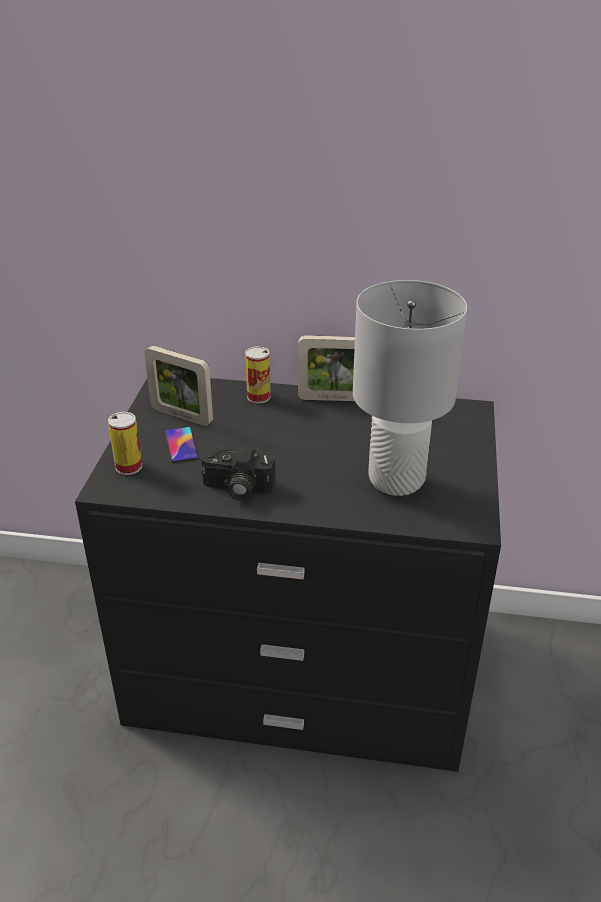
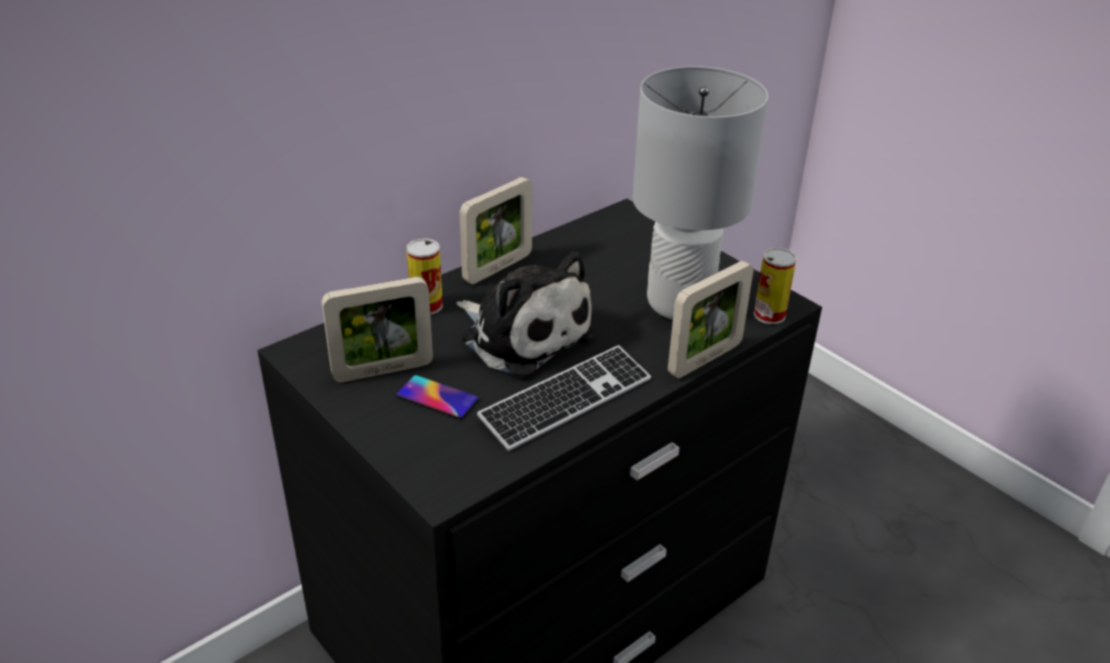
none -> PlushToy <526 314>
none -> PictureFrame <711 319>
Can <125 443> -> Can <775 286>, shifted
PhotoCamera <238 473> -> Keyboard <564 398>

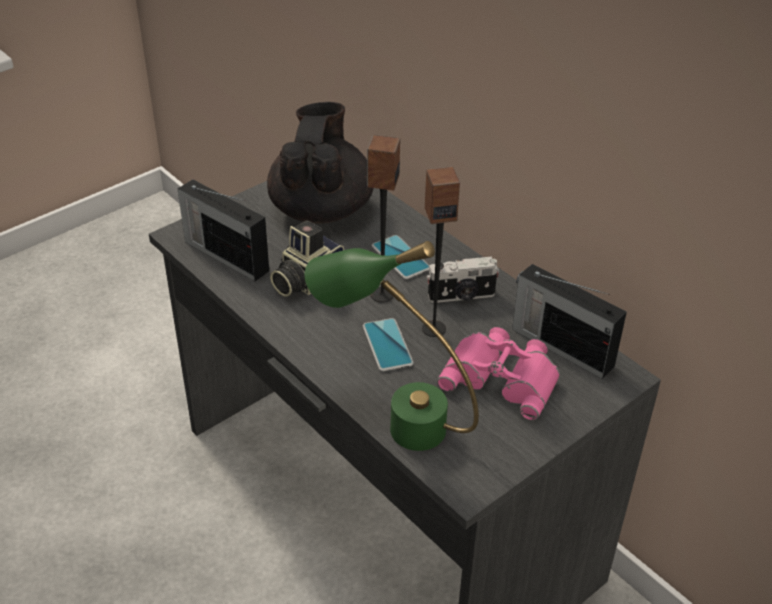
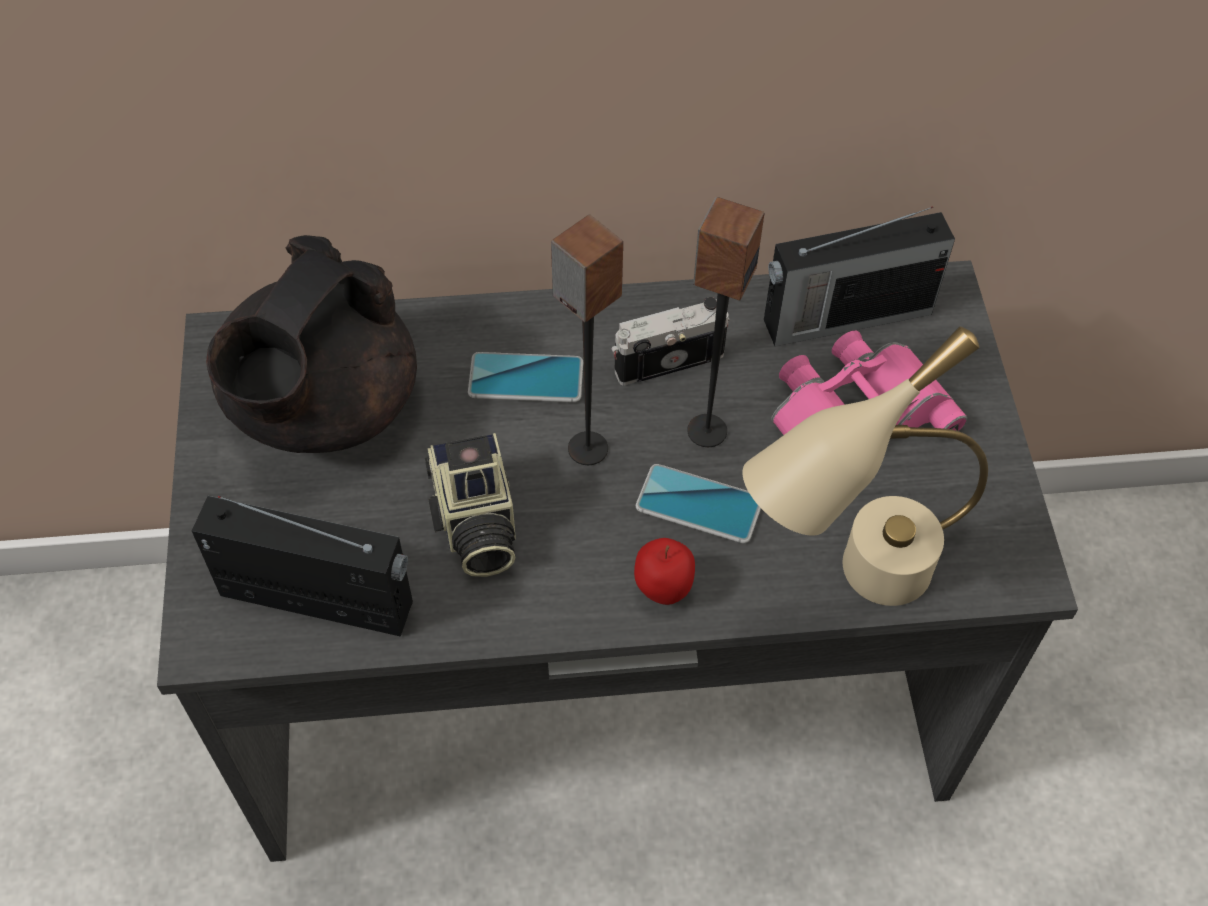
none -> Apple <664 571>
GreenTableLamp <392 346> -> BeigeTableLamp <865 466>
Radio <223 230> -> Radio <302 566>, 150 degrees counterclockwise
BlackTeapot <320 163> -> BlackTeapot <311 344>, 105 degrees counterclockwise
PhotoCamera <463 280> -> PhotoCamera <670 341>, 135 degrees counterclockwise

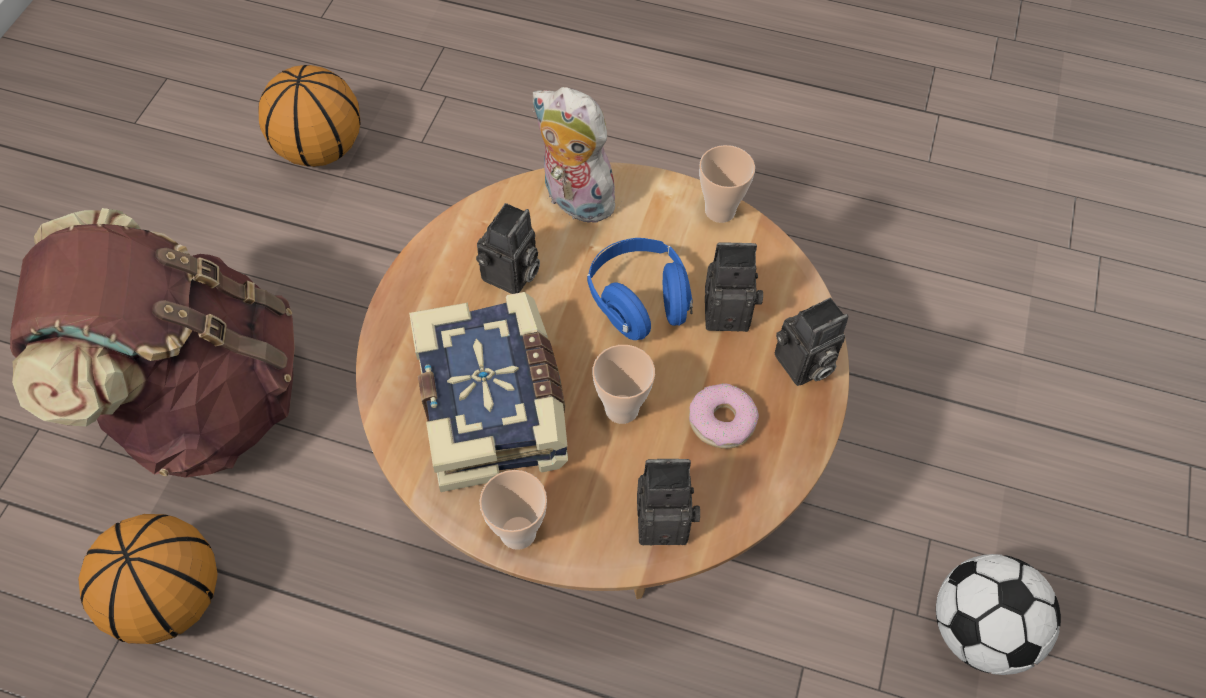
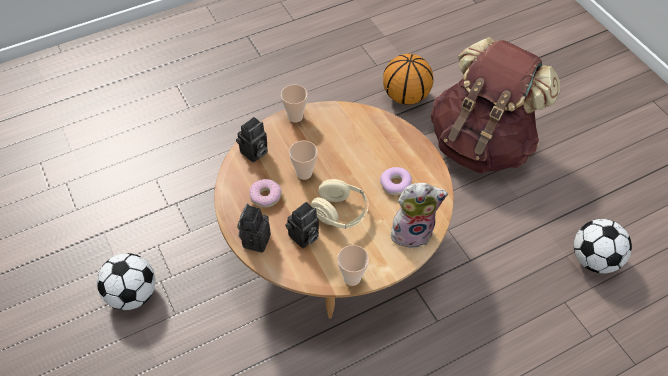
Book <488 392> -> none
Basketball <309 116> -> Football <603 246>
PhotoCamera <508 248> -> Donut <396 181>
BlueHeadphones <640 289> -> BeigeHeadphones <340 204>

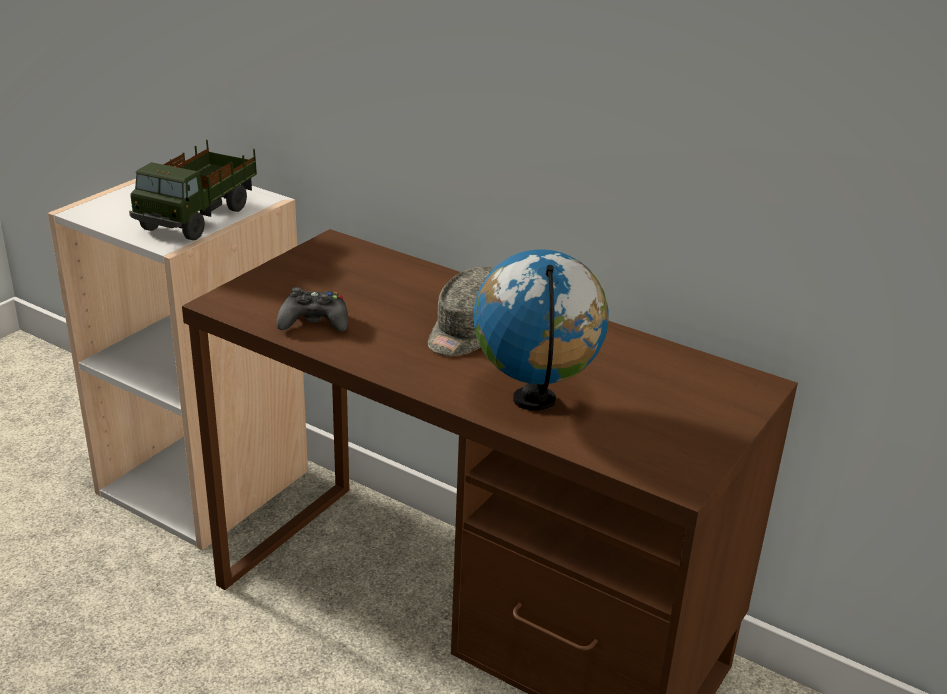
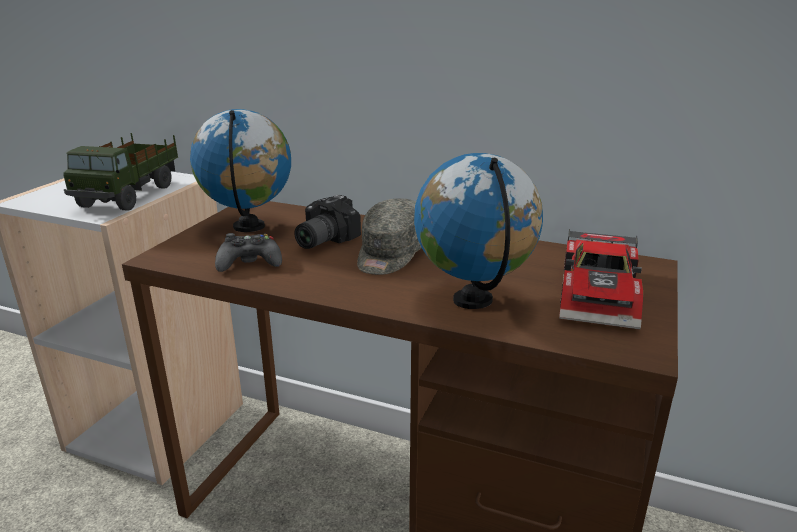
none -> Globe <240 170>
none -> PhotoCamera <327 222>
none -> ToyCar <601 279>

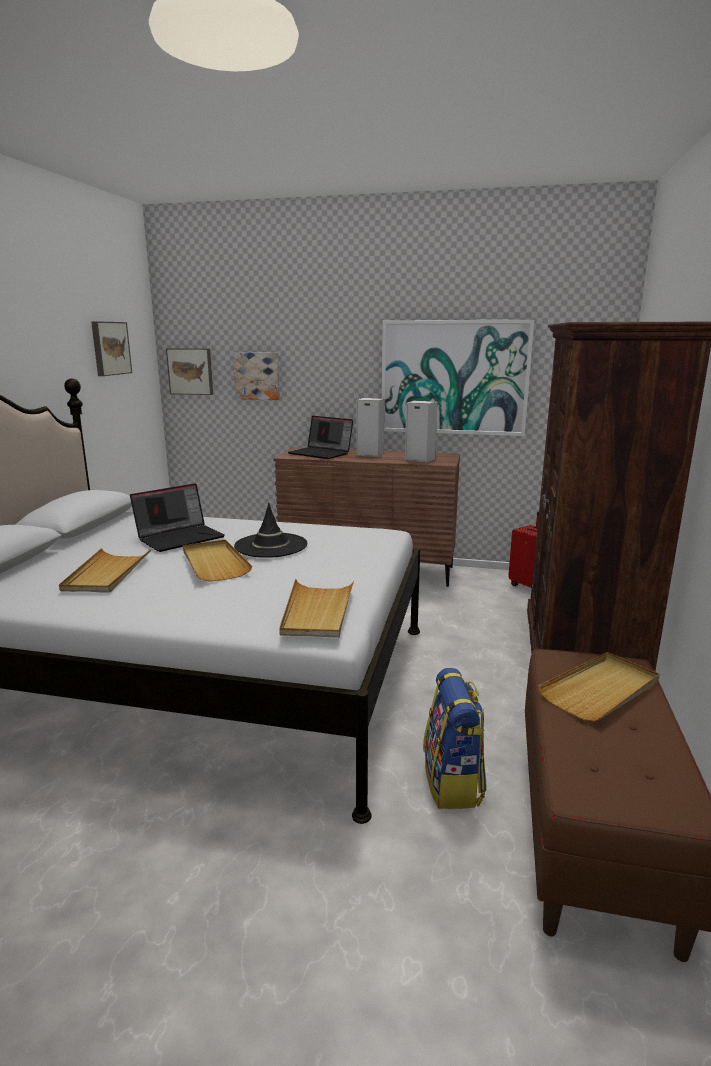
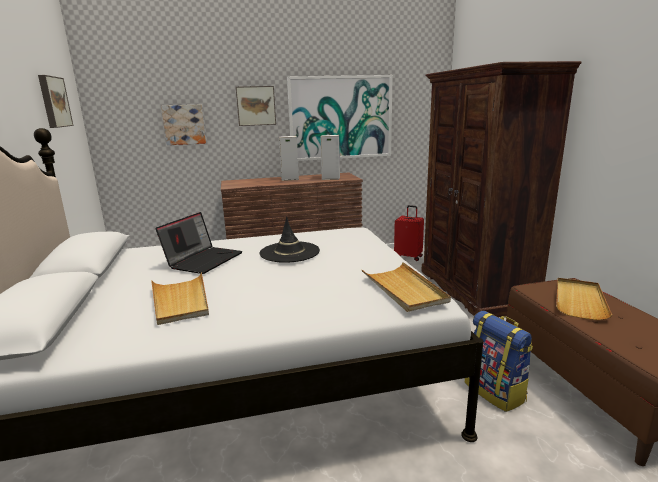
BeigeTray <217 561> -> none
Laptop <320 437> -> none
Picture <189 371> -> Picture <256 106>, shifted

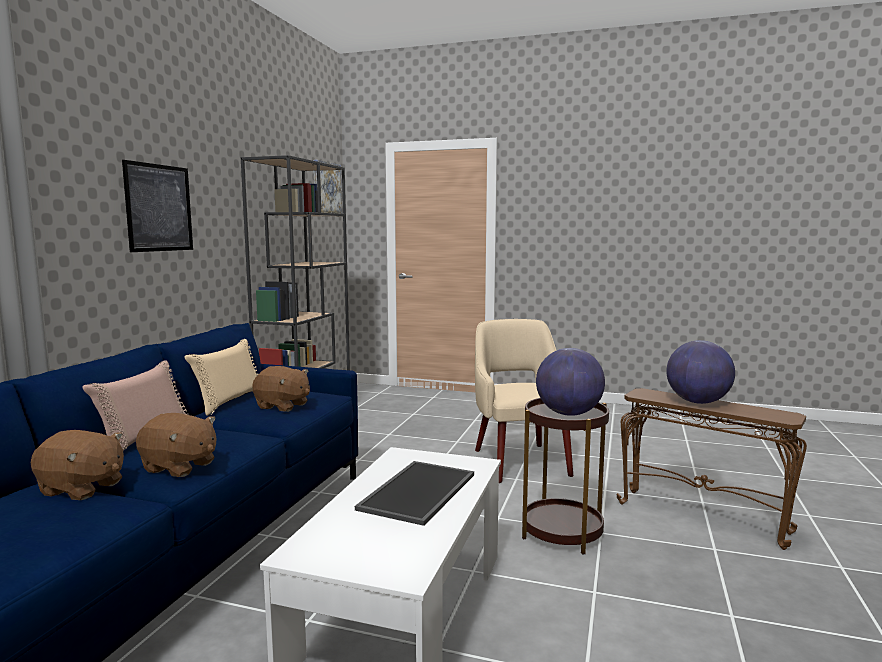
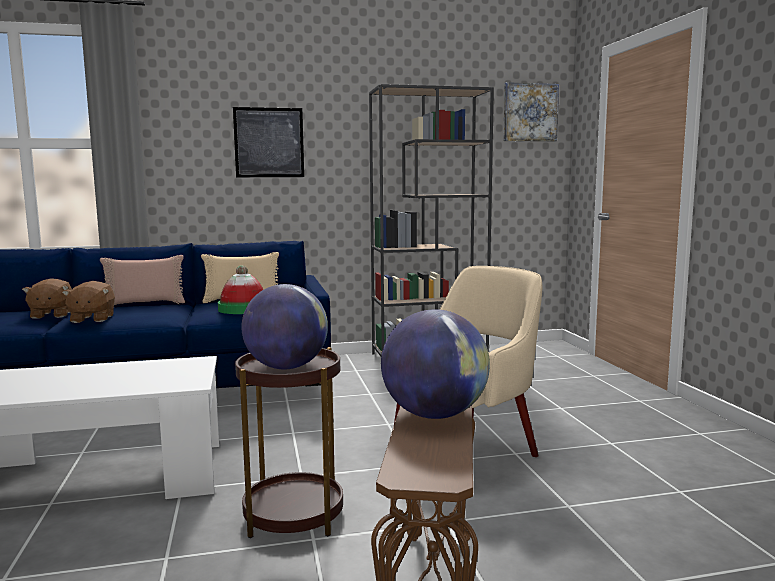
Tray <414 493> -> none
BrownPlushToy <281 389> -> Hat <240 289>

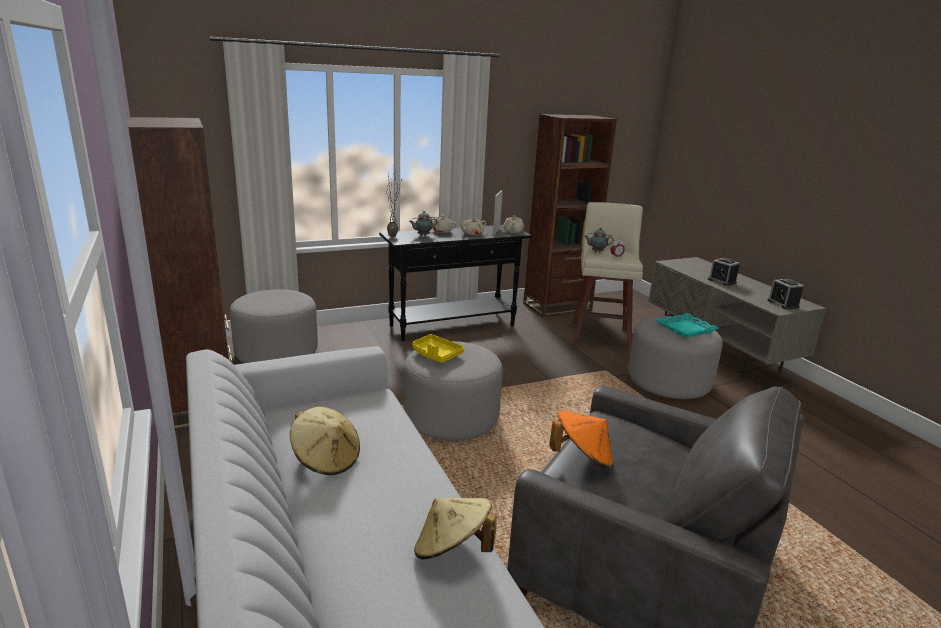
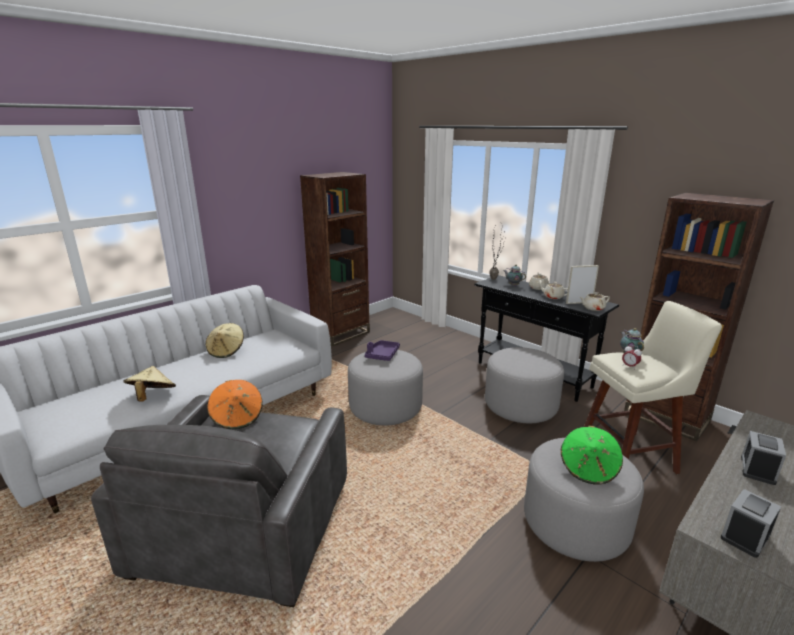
GreyOttoman <274 326> -> GreyOttoman <524 385>, shifted
TurquoiseTray <687 325> -> GreenHat <592 455>
YellowTray <438 348> -> PurpleTray <382 350>

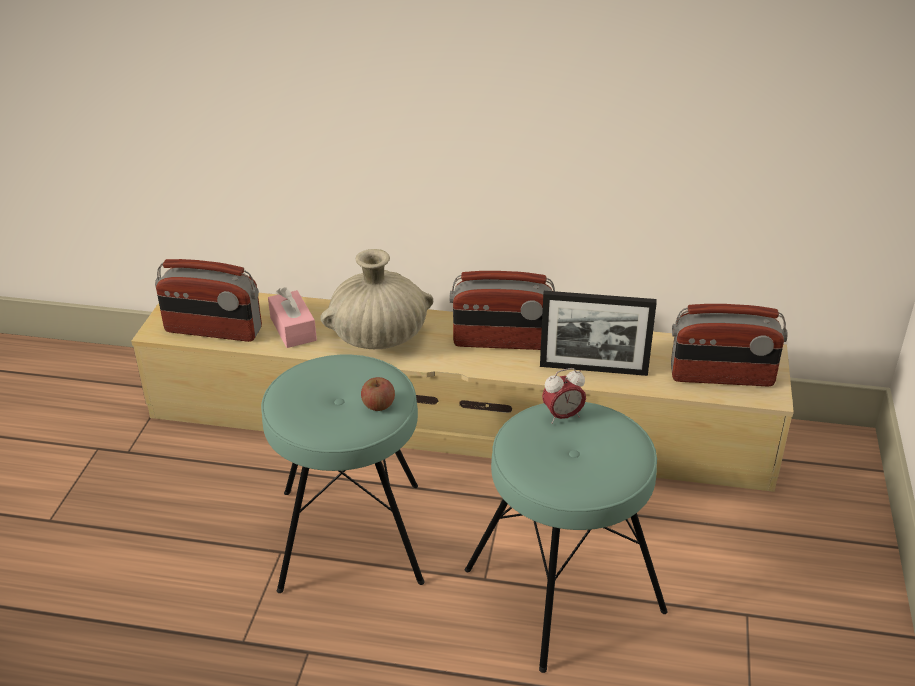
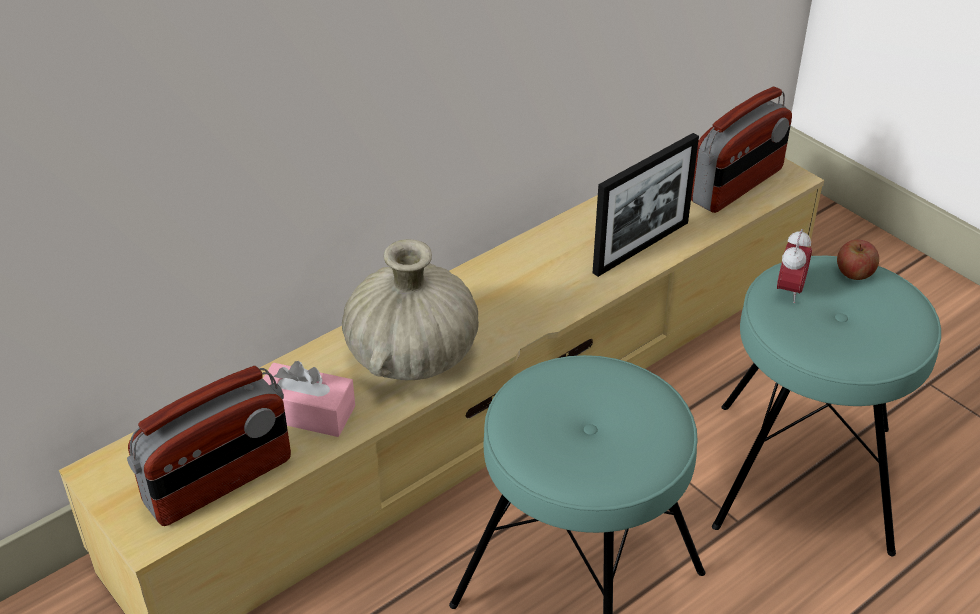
Radio <502 310> -> none
Apple <378 394> -> Apple <858 260>, shifted

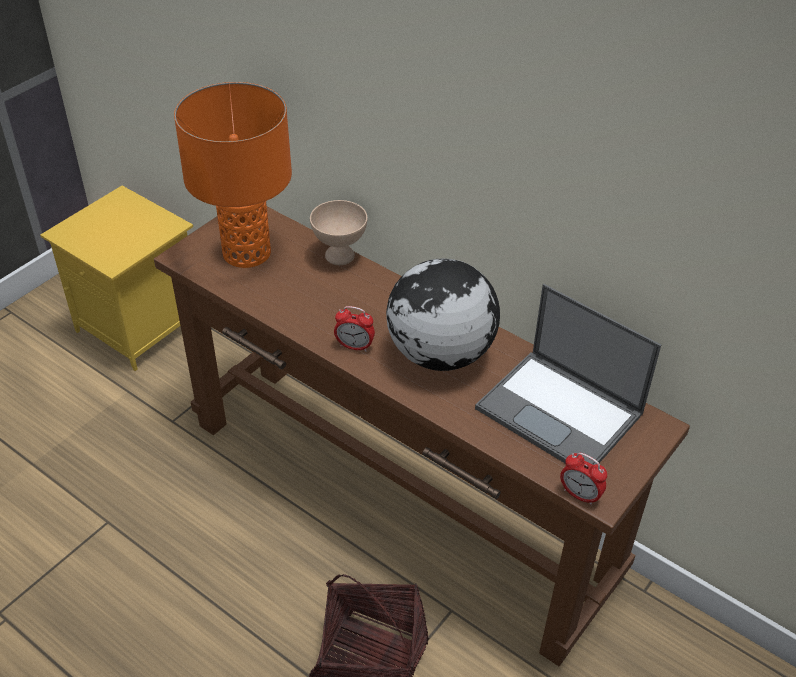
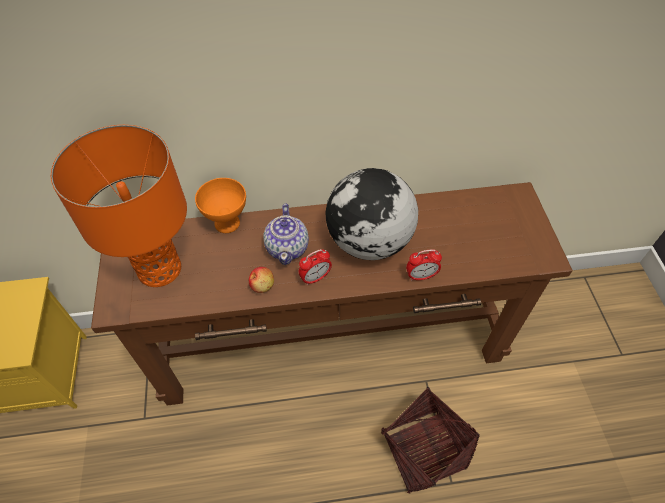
Laptop <568 374> -> none
none -> Apple <261 280>
none -> Teapot <286 234>
AlarmClock <583 479> -> AlarmClock <424 265>, shifted
BeigeBowl <338 232> -> OrangeBowl <220 205>

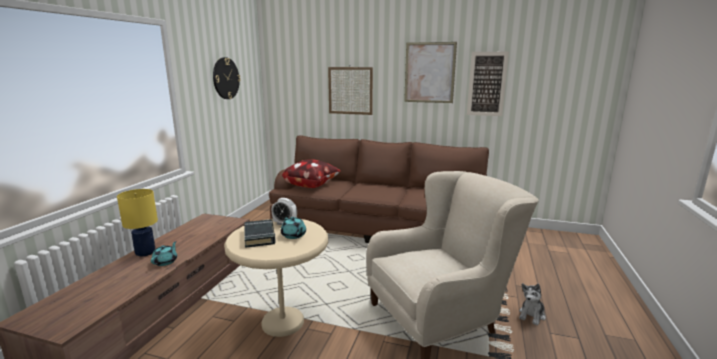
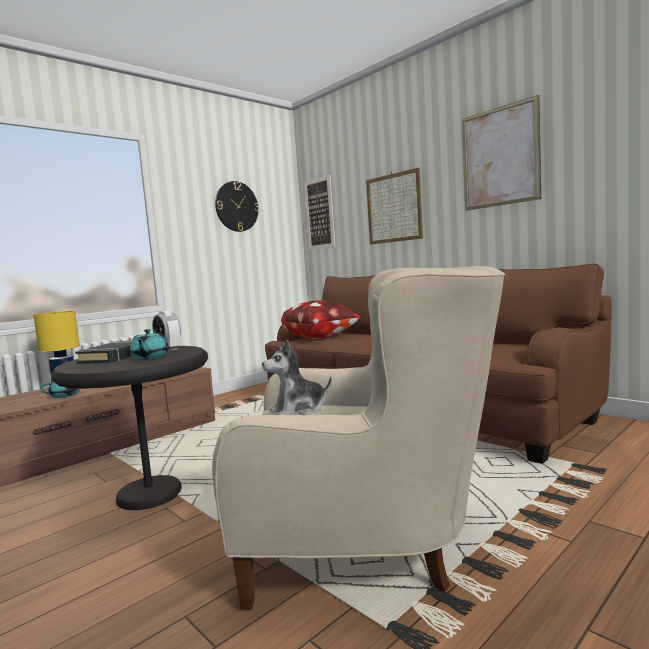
Picture <488 84> -> Picture <319 212>, shifted
PlushToy <532 304> -> PlushToy <297 377>, shifted
BeigeSideTable <276 278> -> BlackSideTable <129 428>

